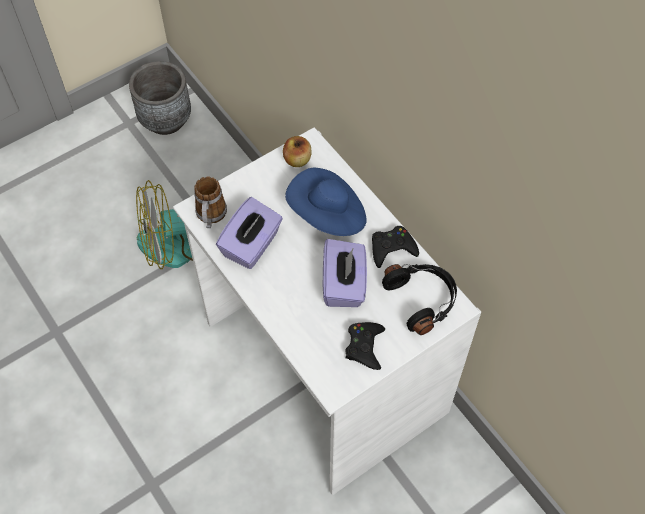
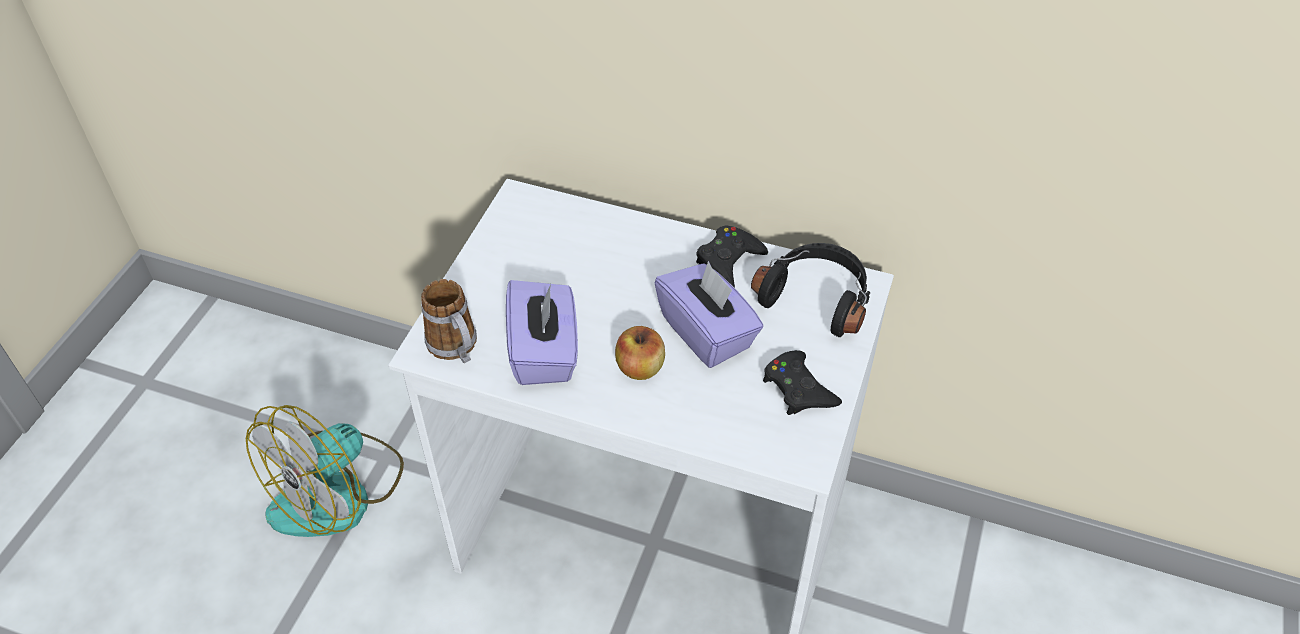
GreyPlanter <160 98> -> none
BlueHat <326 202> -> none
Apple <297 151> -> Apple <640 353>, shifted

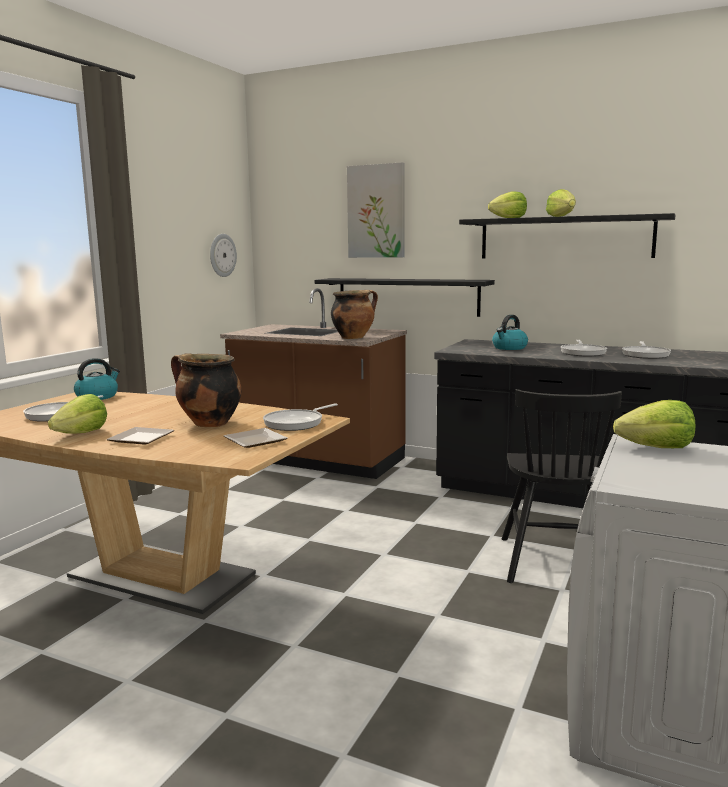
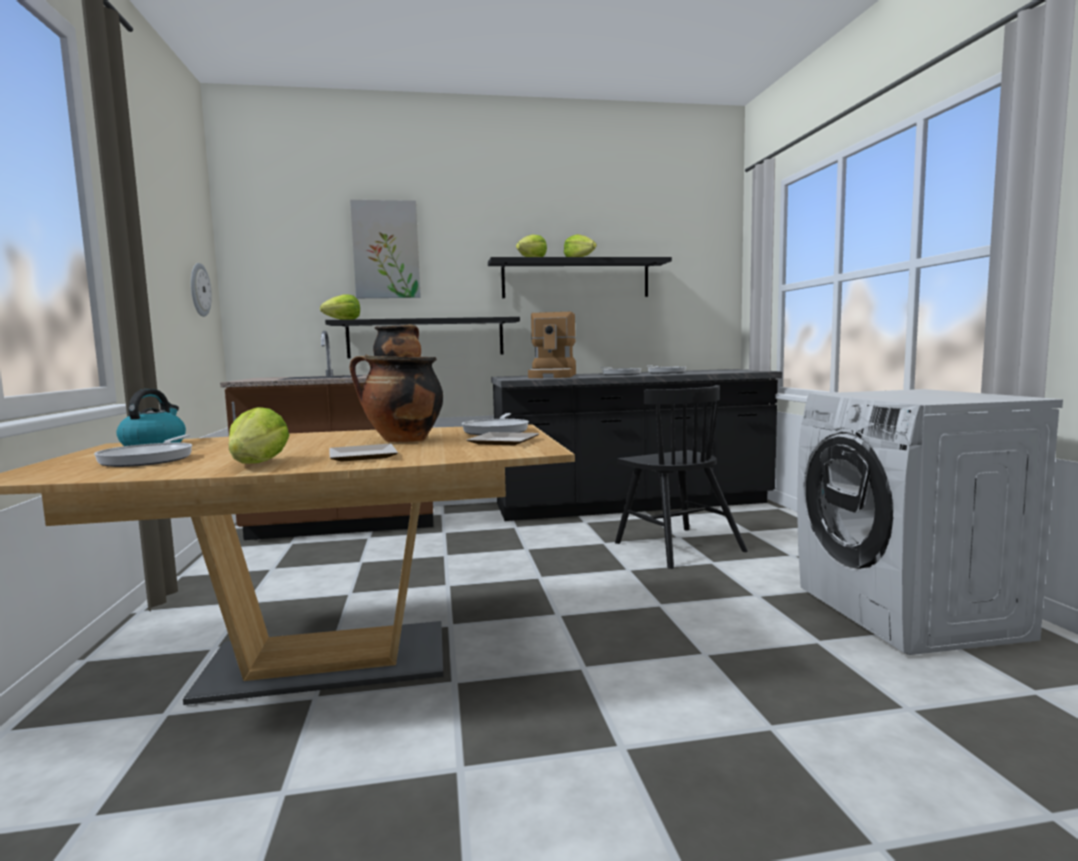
Lettuce <654 424> -> Lettuce <340 307>, shifted
Kettle <510 332> -> CoffeeMachine <552 345>

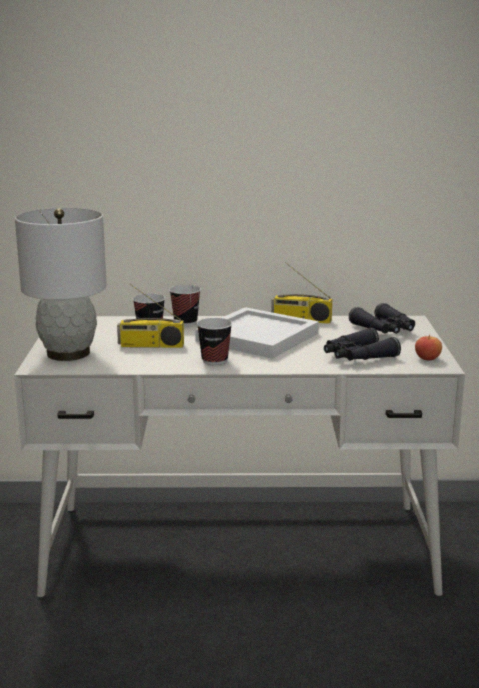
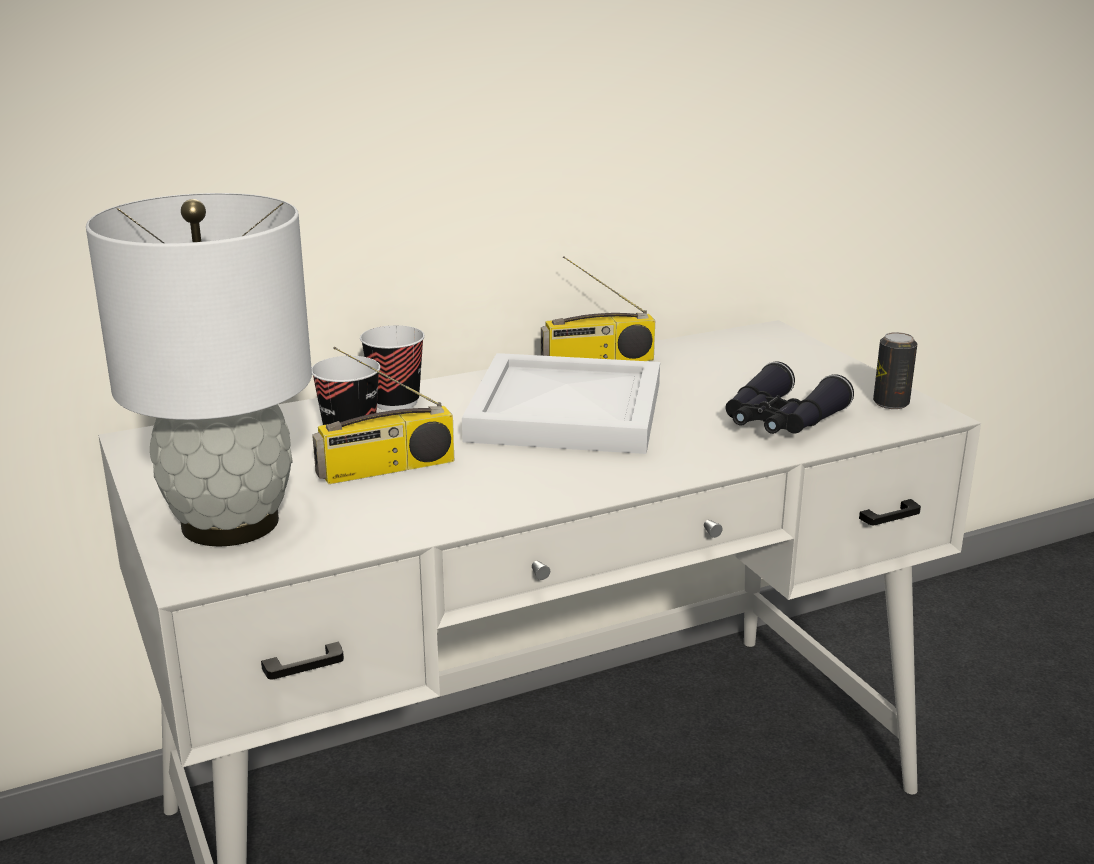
Cup <214 341> -> none
BlackBinoculars <382 318> -> none
Apple <428 347> -> Can <895 370>

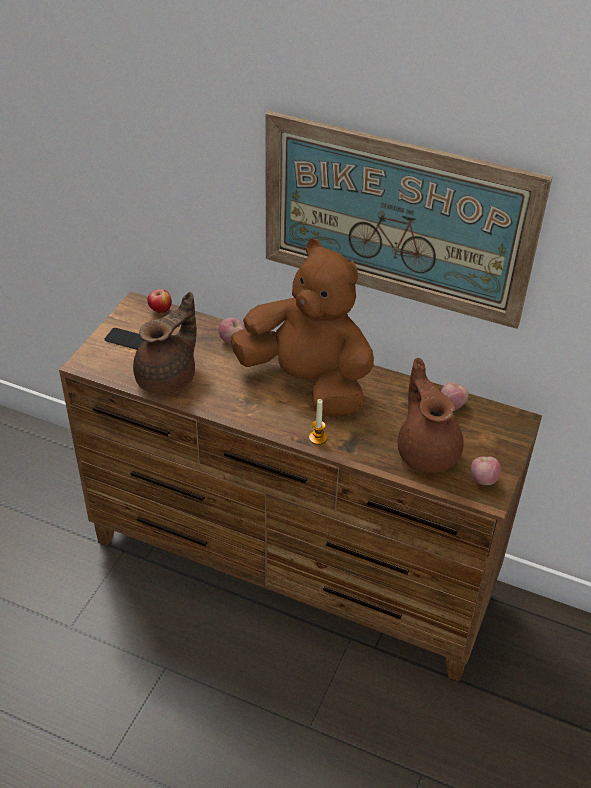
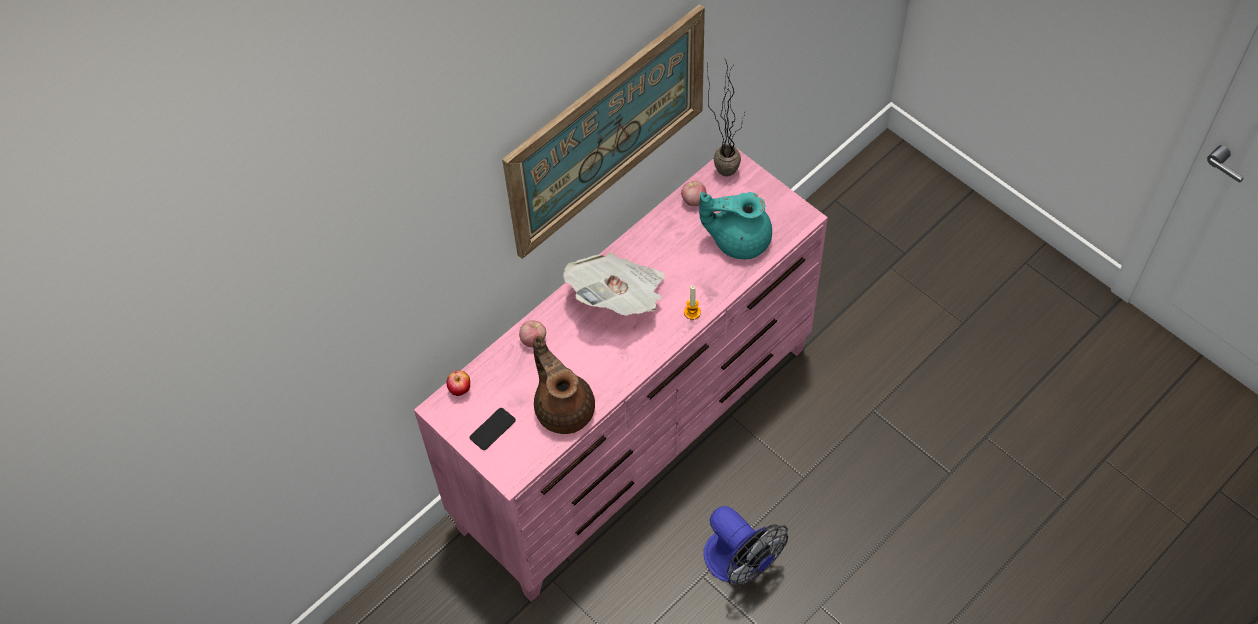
Apple <486 471> -> none
none -> Fan <746 545>
none -> PottedPlant <726 118>
BrownPlushToy <302 328> -> Newspaper <614 284>
BrownDresser <300 487> -> PinkDresser <621 373>
BrownTeapot <430 415> -> TurquoiseTeapot <735 225>

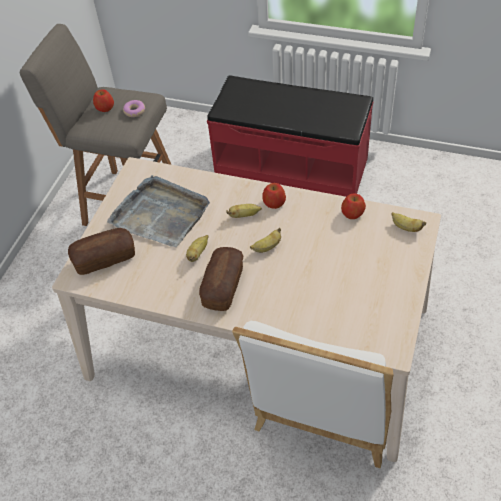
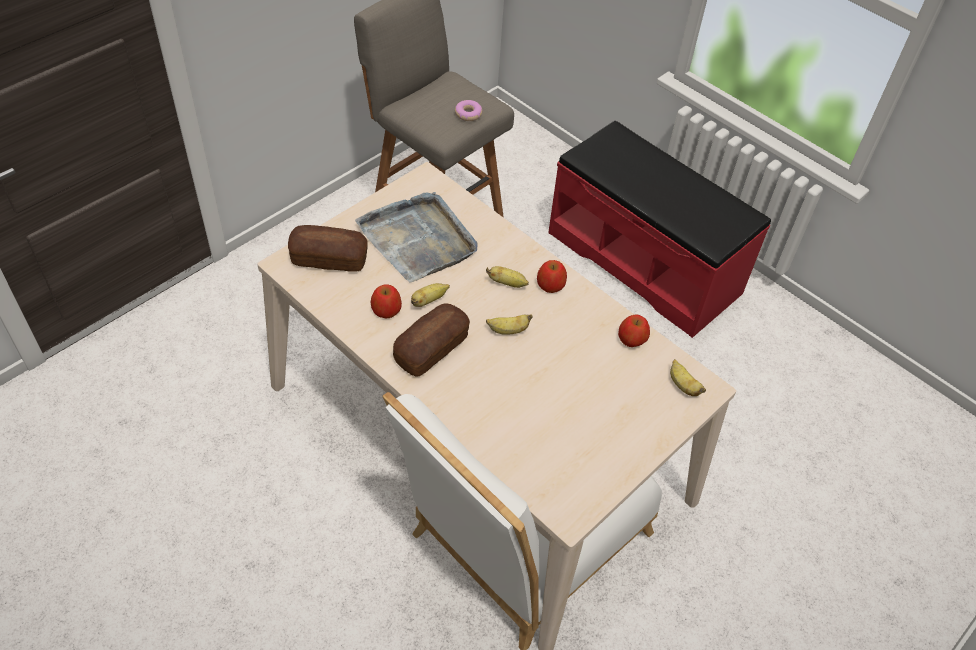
Apple <103 100> -> Apple <386 302>, shifted

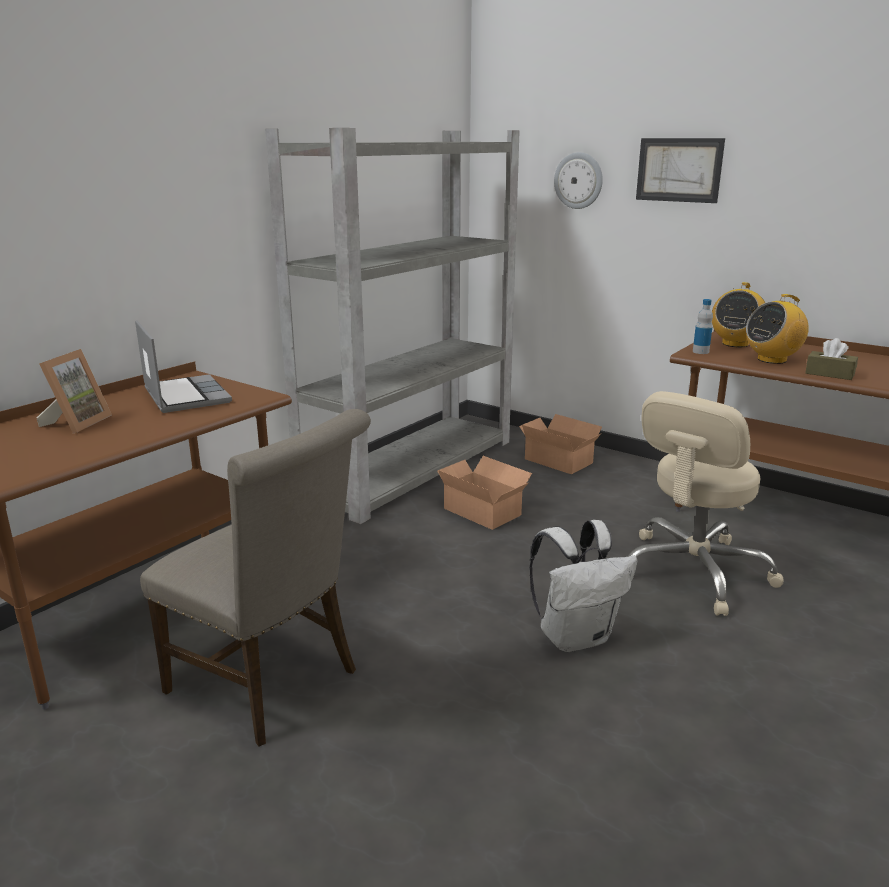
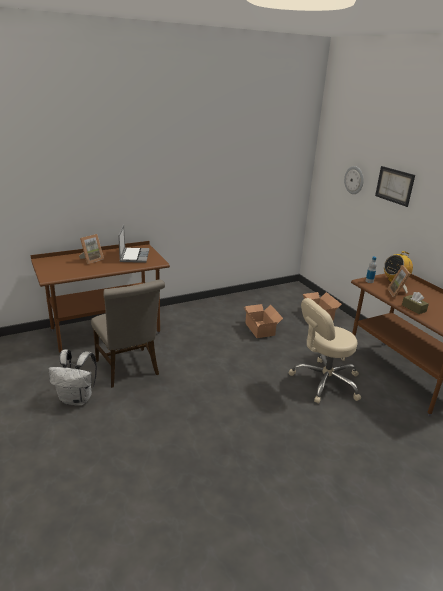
GreyBookcase <392 326> -> none
WhiteBackpack <583 586> -> WhiteBackpack <73 377>, shifted
Radio <777 329> -> PictureFrame <398 281>

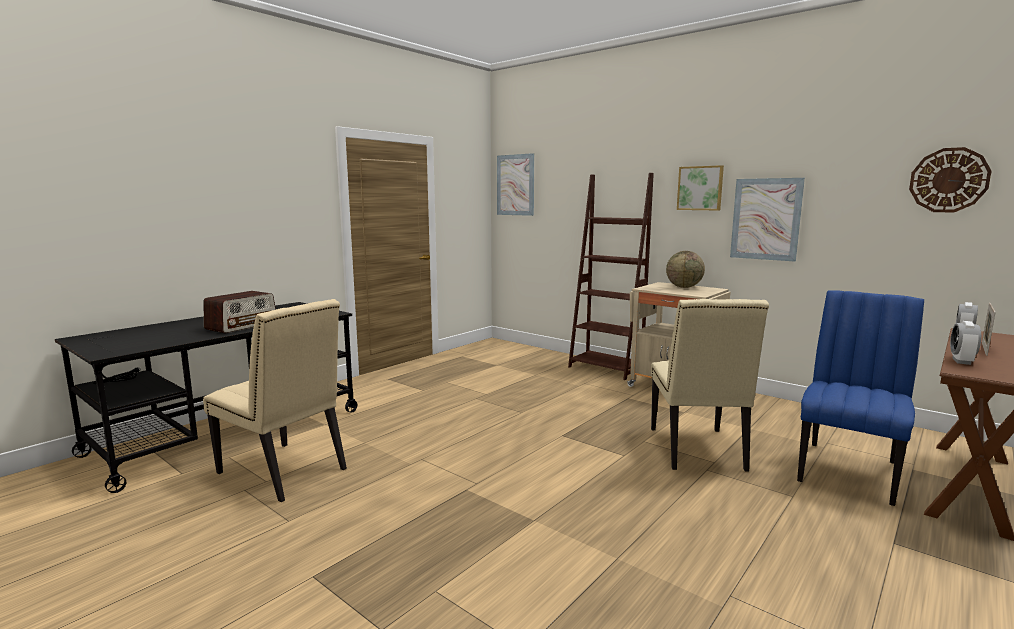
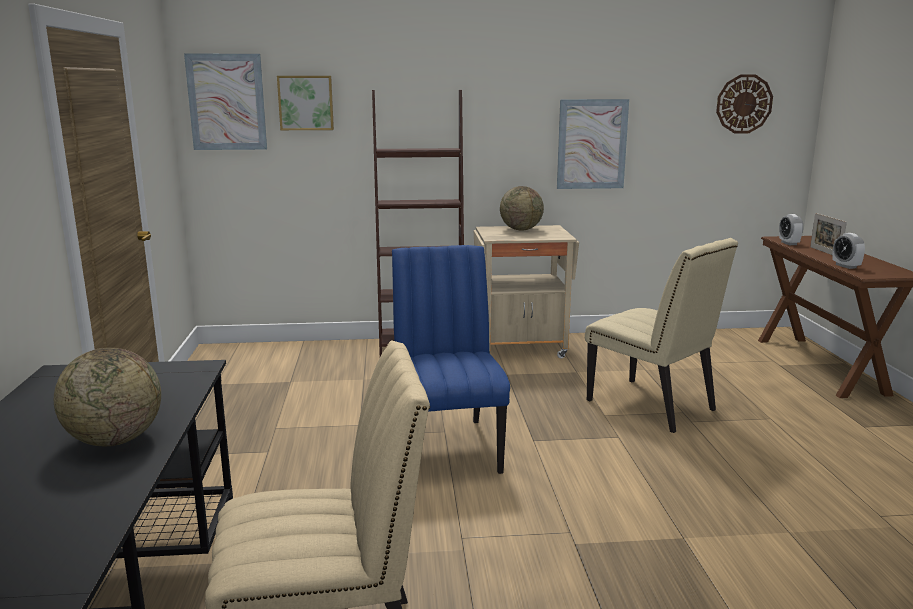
Picture <700 187> -> Picture <305 103>, shifted
BlueChair <860 398> -> BlueChair <451 359>, shifted
Radio <240 312> -> Globe <107 397>

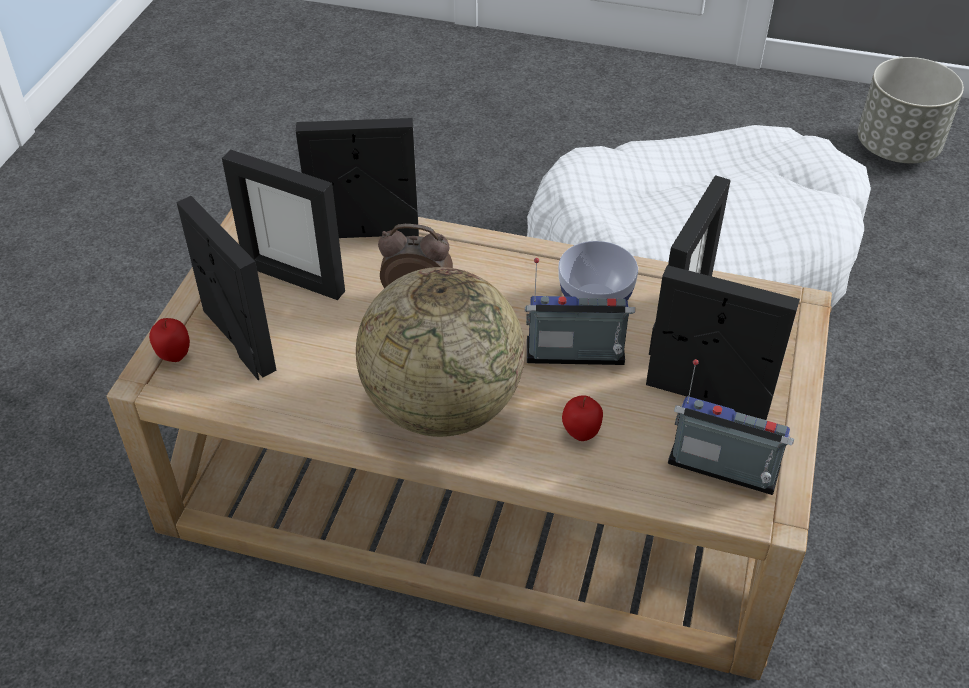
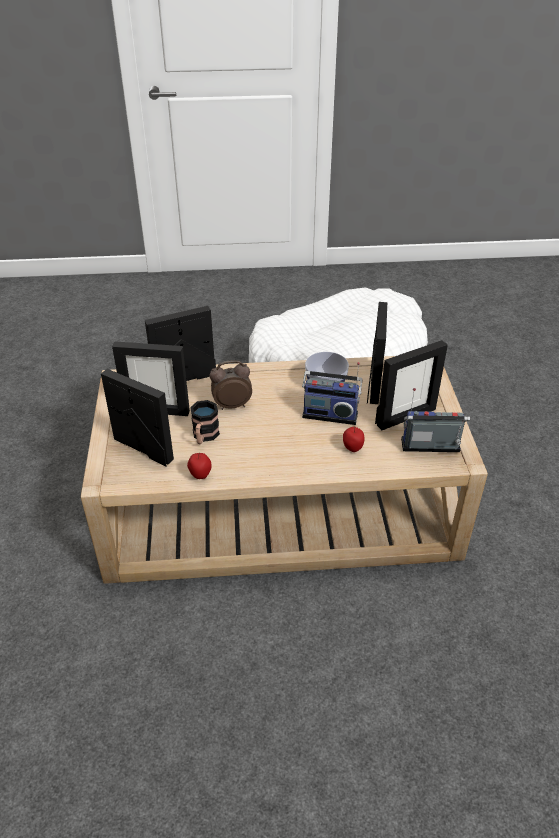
Globe <440 352> -> none
GreyPlanter <911 110> -> none
none -> Mug <205 422>
Apple <169 340> -> Apple <199 466>, shifted
Radio <580 311> -> Radio <332 393>, 150 degrees counterclockwise
PictureFrame <723 342> -> PictureFrame <411 385>, 150 degrees clockwise

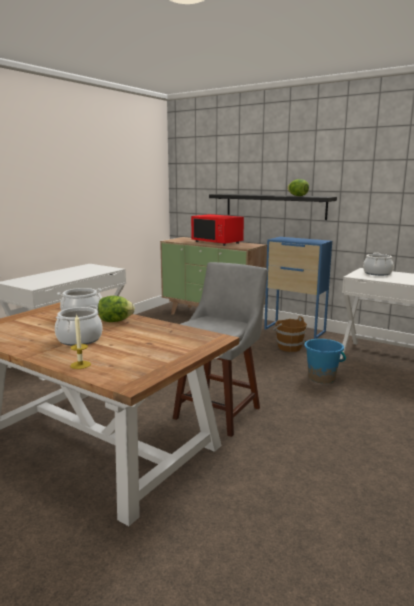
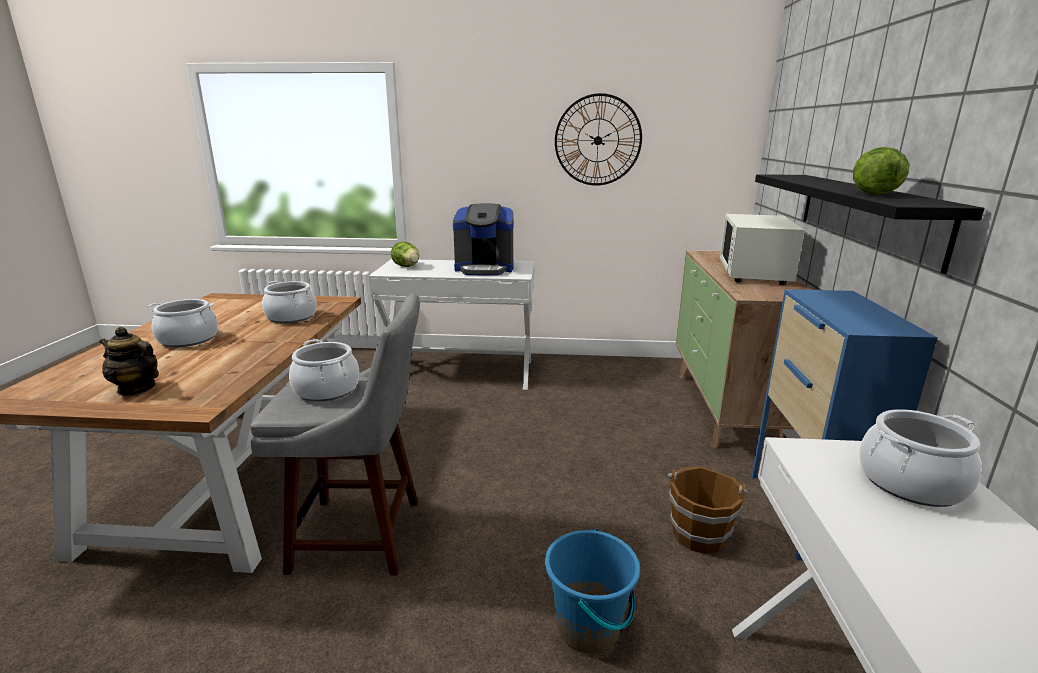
Candle <80 342> -> none
none -> Teapot <129 361>
none -> CookingPot <324 370>
none -> CoffeeMachine <483 240>
none -> WallClock <598 139>
Lettuce <116 309> -> Lettuce <405 254>, shifted
RedMicrowave <217 230> -> WhiteMicrowave <762 249>

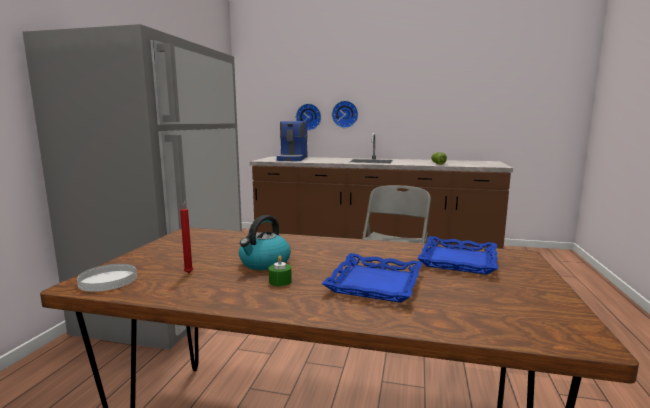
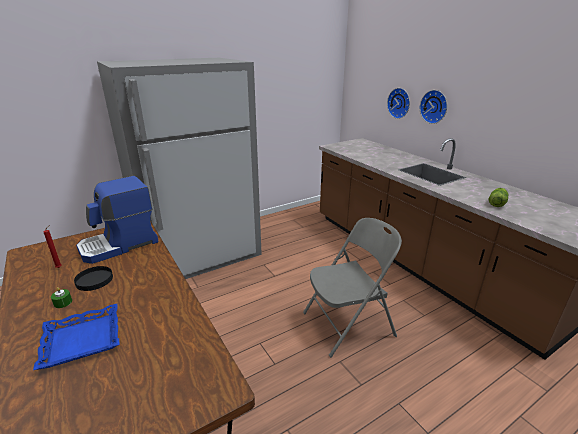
WhitePlate <107 278> -> none
BlueTray <457 255> -> none
CoffeeMachine <292 141> -> CoffeeMachine <117 220>, shifted
Kettle <265 242> -> BlackPlate <93 278>

